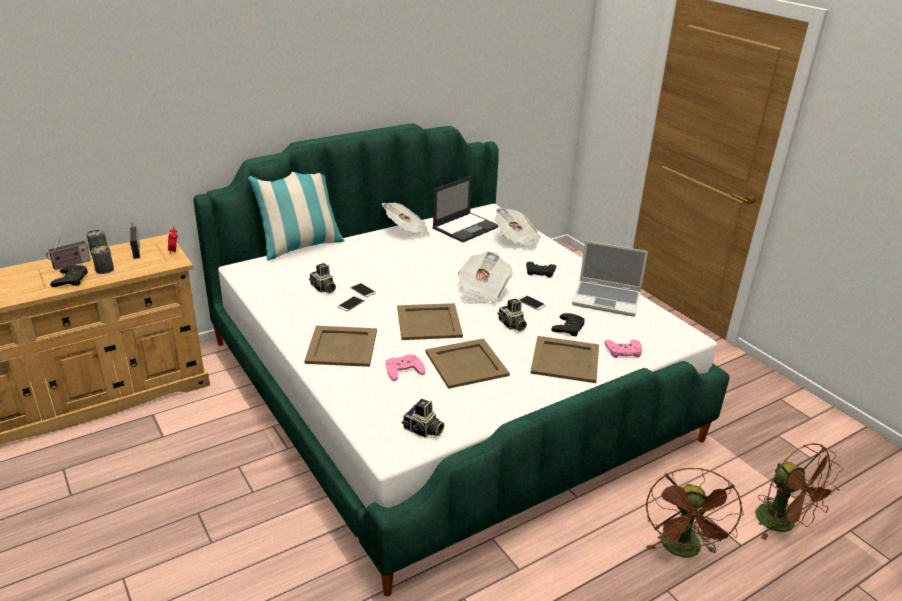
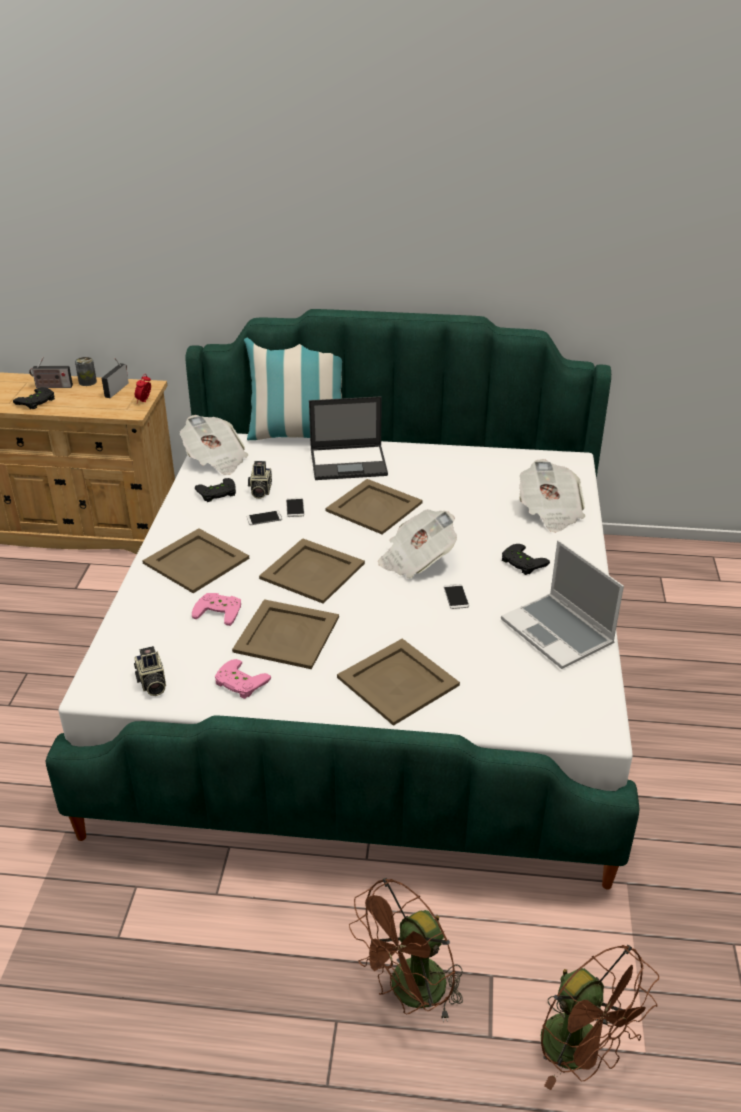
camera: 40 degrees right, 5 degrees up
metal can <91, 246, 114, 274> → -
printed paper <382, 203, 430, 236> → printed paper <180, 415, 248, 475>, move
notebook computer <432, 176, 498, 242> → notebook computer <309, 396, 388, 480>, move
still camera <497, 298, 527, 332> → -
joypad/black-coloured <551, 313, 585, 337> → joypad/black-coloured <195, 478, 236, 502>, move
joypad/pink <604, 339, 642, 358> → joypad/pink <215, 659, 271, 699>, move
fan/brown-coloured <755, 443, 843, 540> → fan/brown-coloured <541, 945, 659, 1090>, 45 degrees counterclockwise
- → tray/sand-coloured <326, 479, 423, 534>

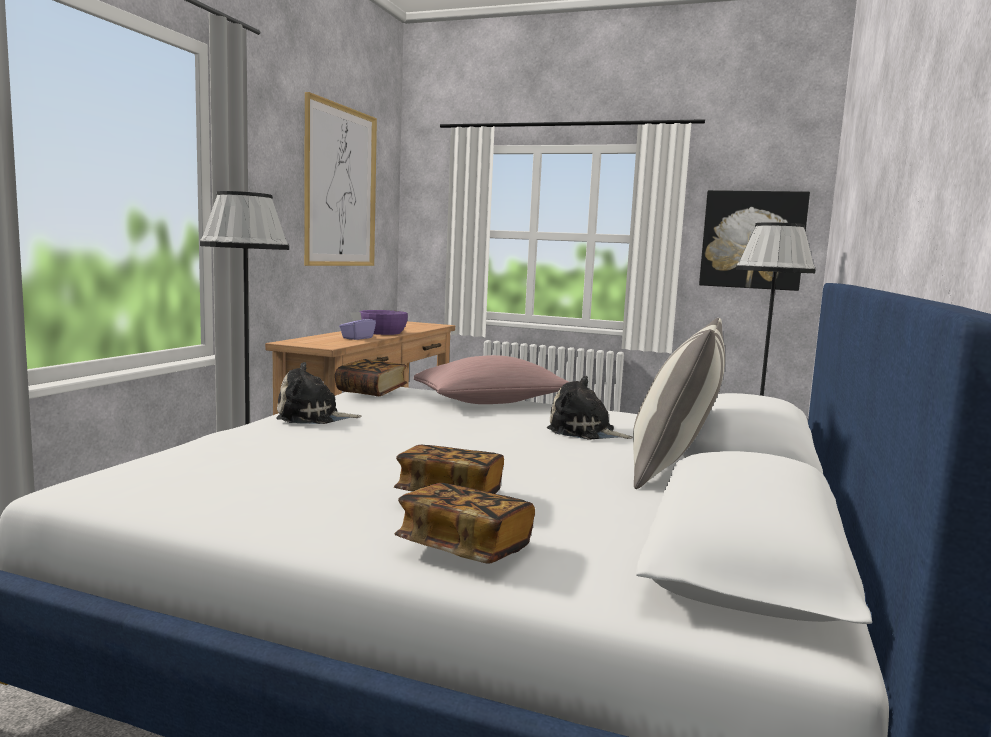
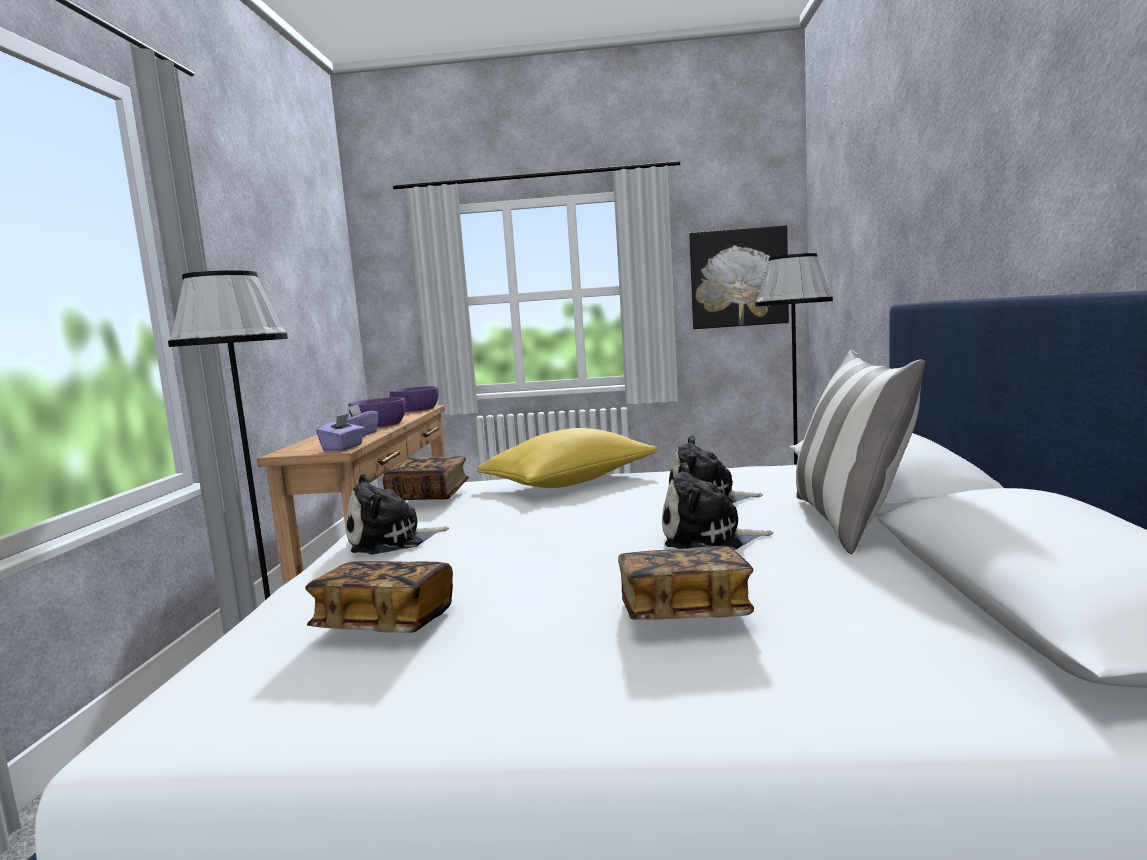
camera: 15 degrees left, 0 degrees up
wall art <304, 92, 377, 266> → -
volume <395, 483, 535, 564> → volume <305, 561, 453, 633>, move
cushion/pink <414, 355, 569, 404> → cushion/yellow-coloured <477, 428, 658, 488>
- → tissue holder/purple <316, 414, 365, 451>
- → serving bowl/purple <390, 386, 439, 412>
- → cuddly toy <662, 462, 773, 550>

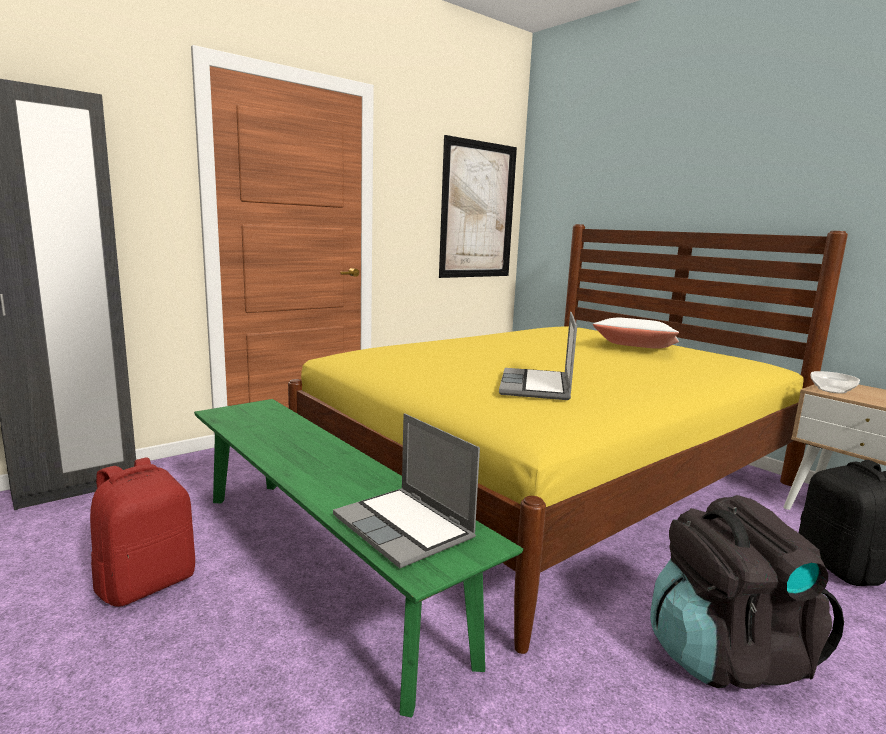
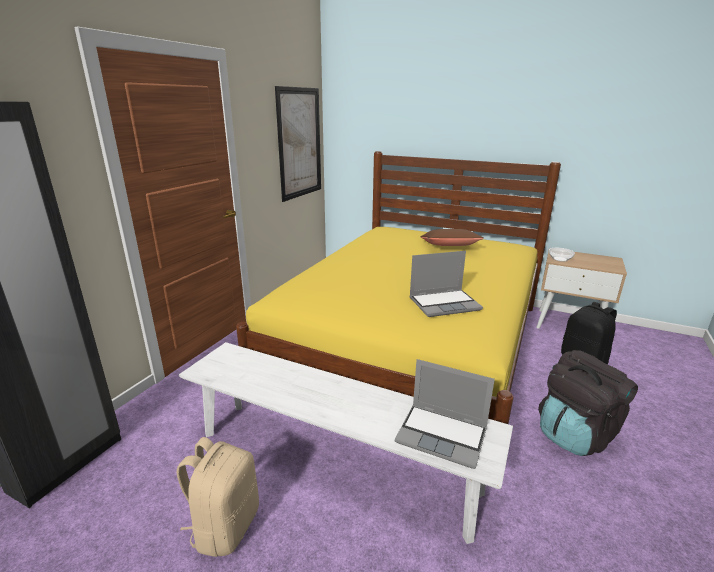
camera: 25 degrees left, 10 degrees up
knapsack/red-coloured <90, 457, 195, 607> → knapsack/sand-coloured <177, 437, 259, 557>
bench/green-coloured <194, 399, 523, 718> → bench/whitish <179, 342, 513, 544>
notebook computer <499, 312, 577, 400> → notebook computer <409, 251, 483, 317>, 90 degrees counterclockwise
cushion/whitish <593, 318, 679, 349> → cushion/brown-coloured <421, 229, 484, 246>

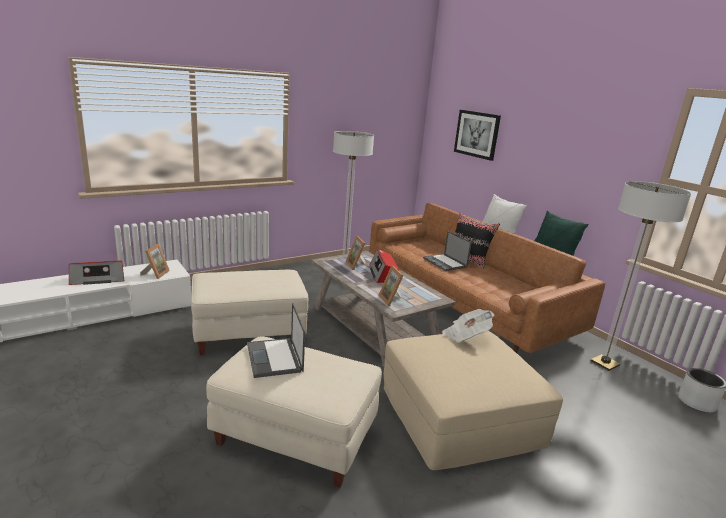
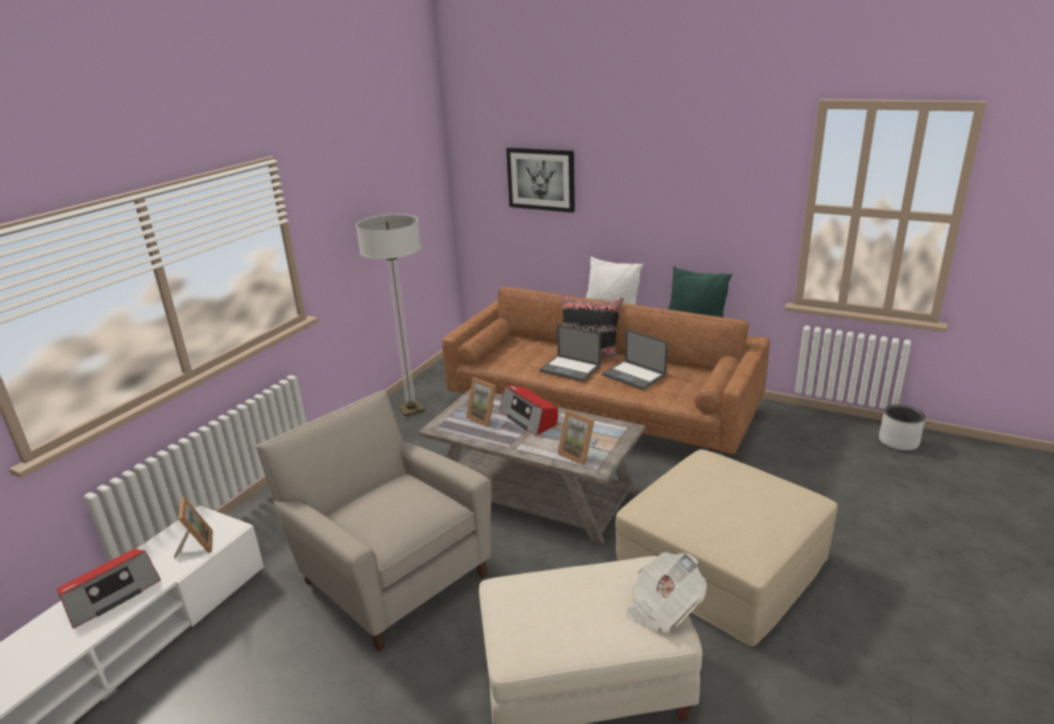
camera: 25 degrees left, 5 degrees up
footrest/sand-coloured <191, 270, 308, 355> → easy chair/sand-coloured <256, 391, 492, 651>
notebook computer <247, 303, 305, 378> → notebook computer <602, 329, 668, 390>, move
printed paper <442, 309, 495, 343> → printed paper <626, 552, 707, 633>, move
standing lamp <591, 181, 692, 371> → -

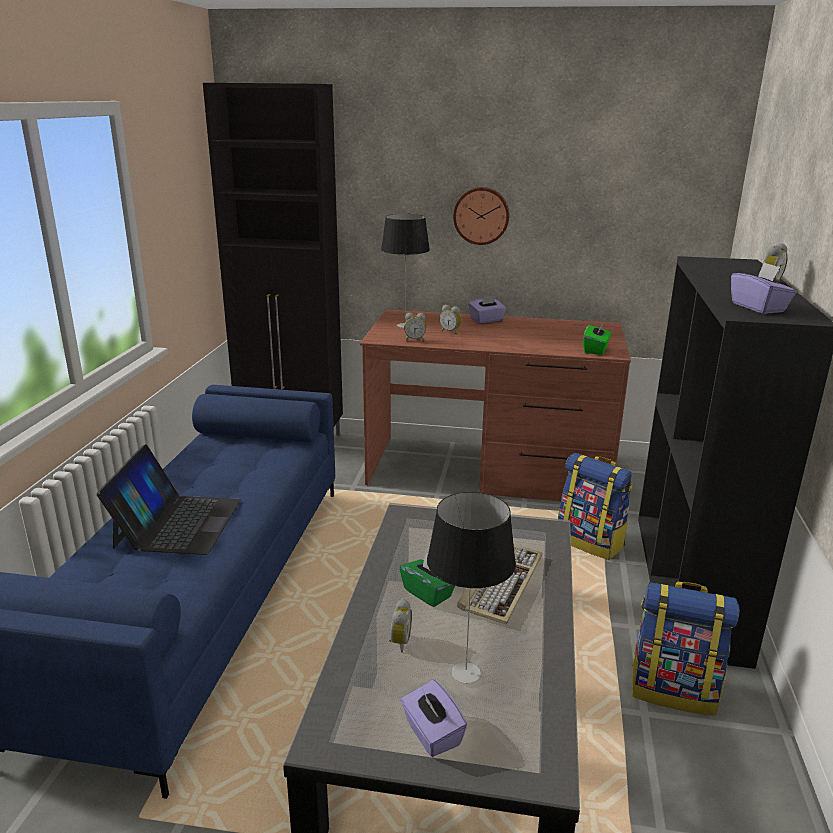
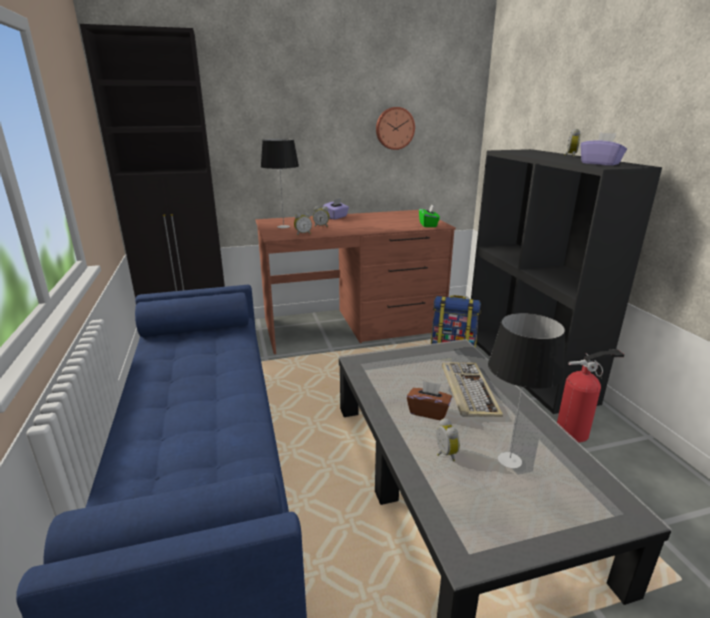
camera: 25 degrees left, 0 degrees up
notebook computer <96, 444, 241, 555> → -
tissue holder/green-coloured <400, 553, 455, 607> → tissue holder/brown-coloured <407, 380, 452, 420>
tissue holder/purple <401, 680, 467, 757> → -
wall clock <453, 187, 509, 245> → wall clock <376, 107, 415, 150>, move
knapsack <632, 582, 740, 716> → fire-fighting cylinder <557, 349, 624, 442>

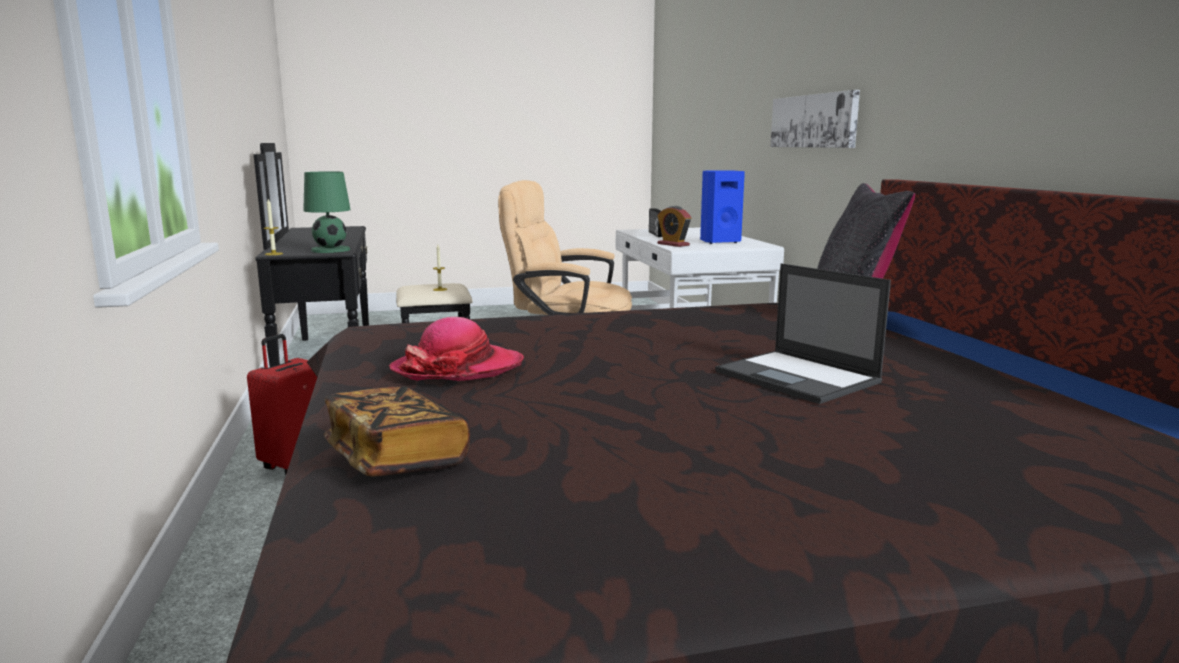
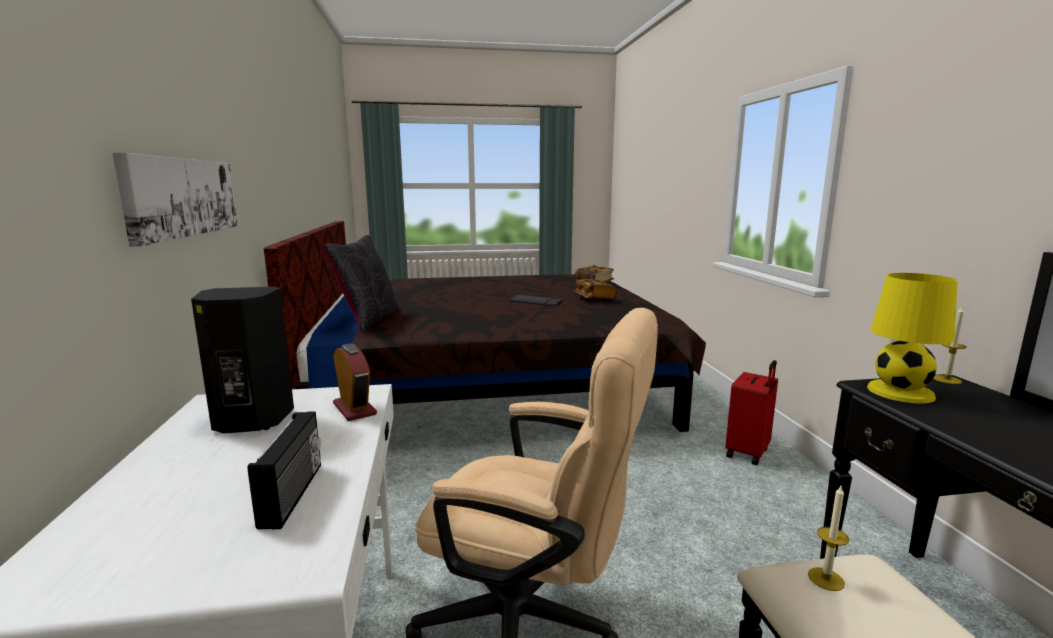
camera: 175 degrees left, 0 degrees up
table lamp/green-coloured <303, 171, 351, 253> → table lamp/yellow-coloured <867, 273, 958, 403>
hat <389, 317, 524, 381> → volume <574, 279, 617, 301>
loudspeaker/blue-coloured <700, 170, 745, 244> → loudspeaker/black-coloured <191, 287, 294, 433>
notebook computer <715, 263, 891, 404> → -
- → PC keyboard <509, 294, 563, 306>

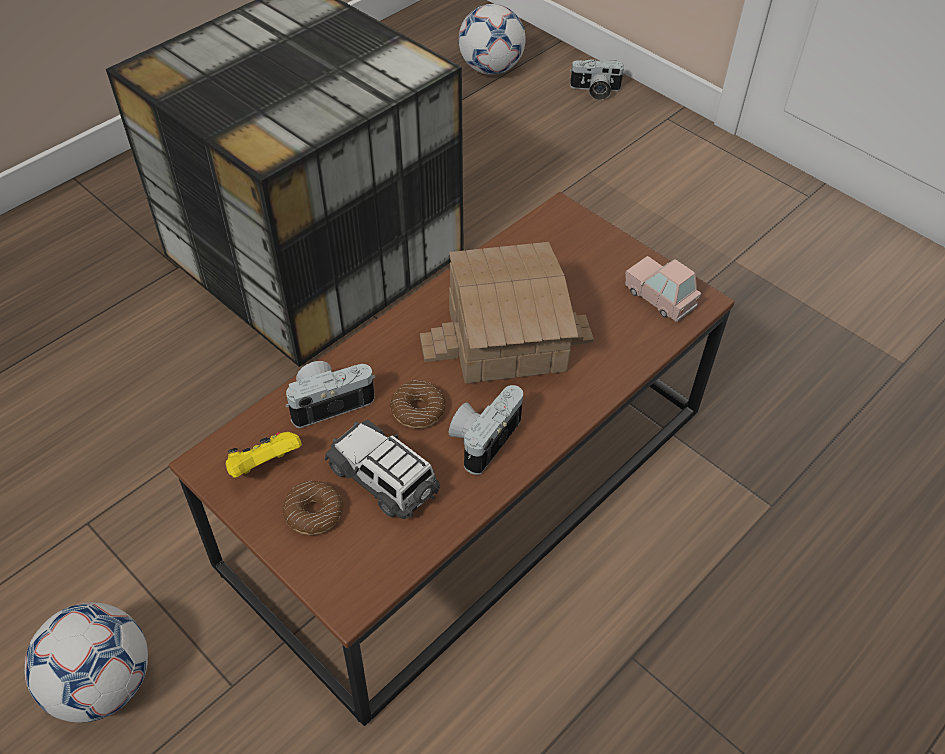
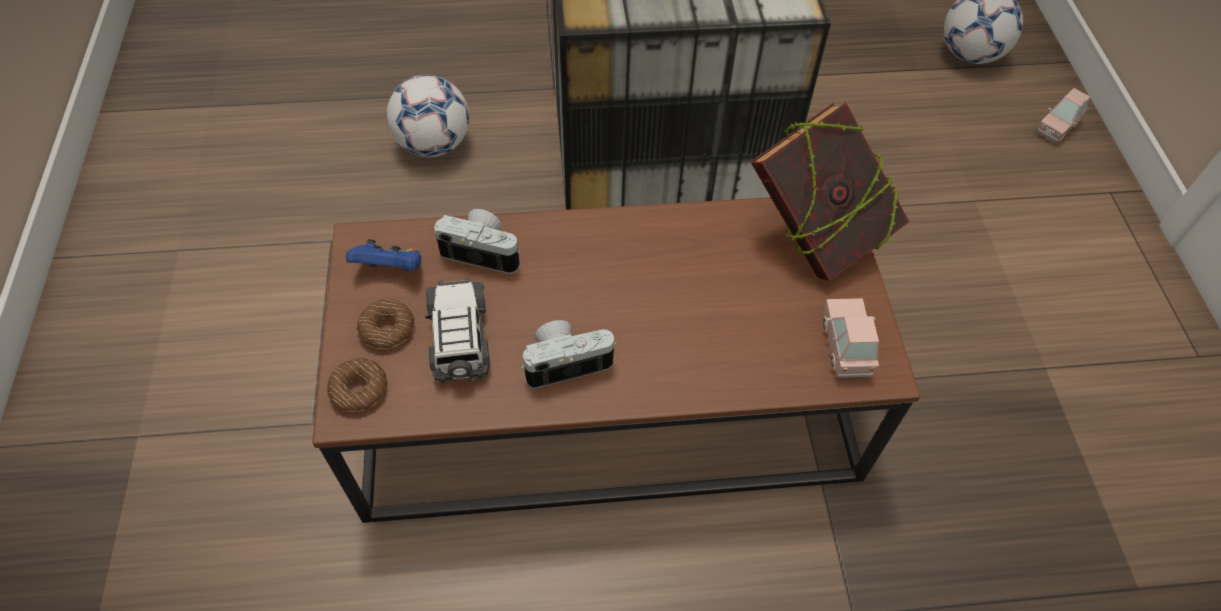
camera: 40 degrees right, 5 degrees up
football <25, 602, 148, 723> → football <387, 75, 469, 157>, move
joypad/yellow-coloured <226, 432, 302, 478> → joypad/blue-coloured <346, 239, 421, 271>
doughnut <390, 380, 445, 428> → doughnut <327, 358, 387, 412>, move
toy house <420, 242, 594, 384> → -
still camera <570, 59, 625, 100> → model car/pink <1037, 88, 1090, 143>
- → volume <751, 103, 909, 281>

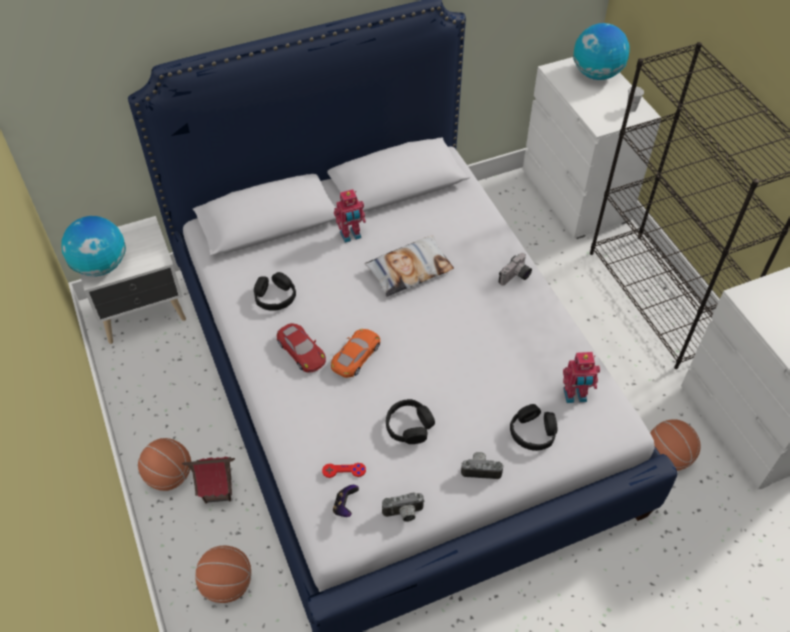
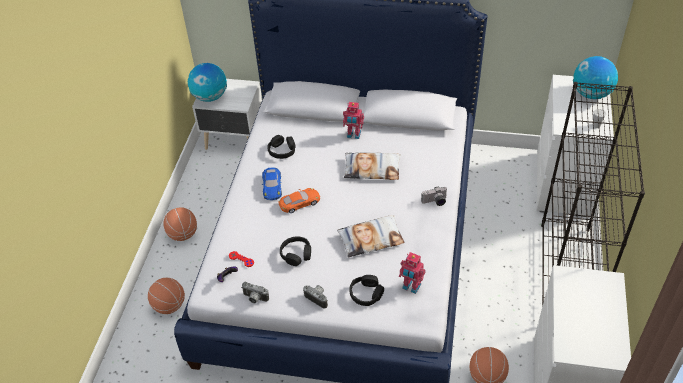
camera: 35 degrees right, 5 degrees down
toy house <182, 457, 235, 504> → -
model car/red-coloured <277, 323, 326, 373> → model car/blue-coloured <262, 167, 282, 200>
- → cushion <337, 215, 404, 258>

